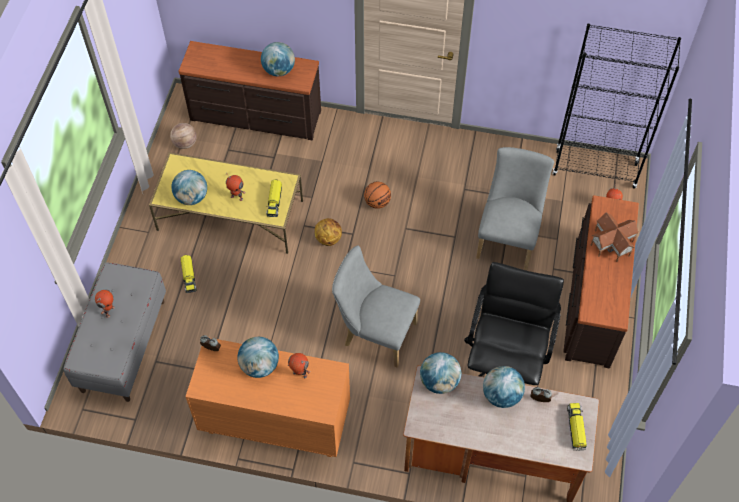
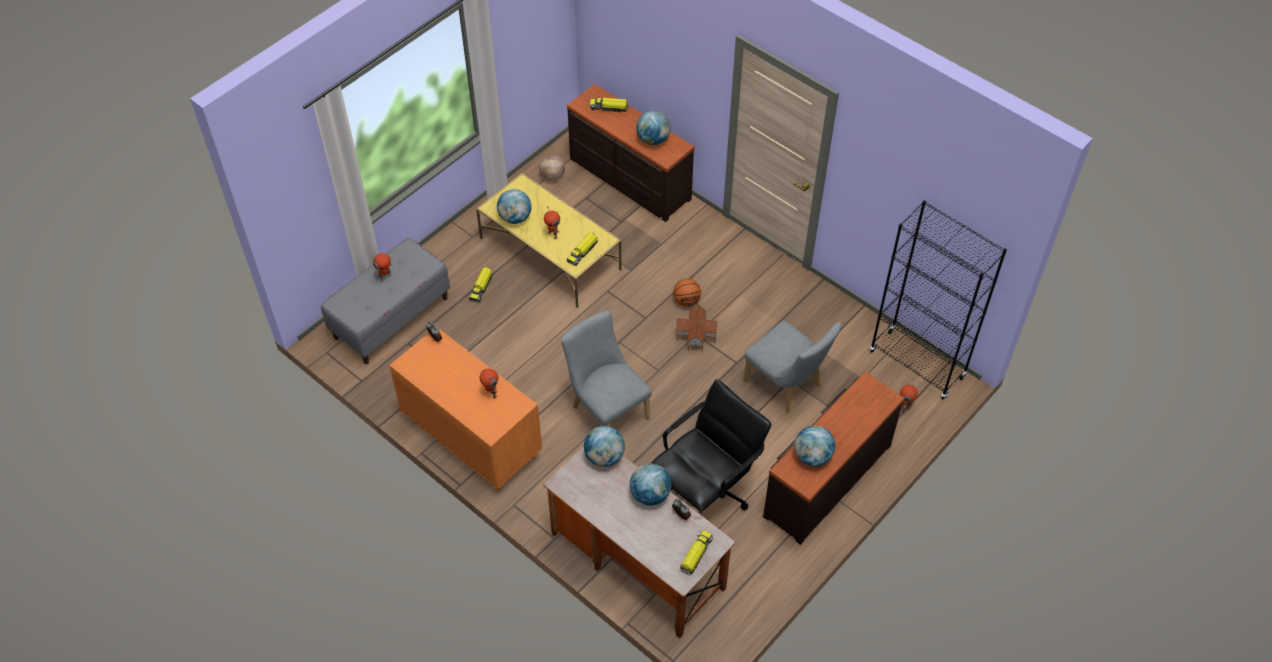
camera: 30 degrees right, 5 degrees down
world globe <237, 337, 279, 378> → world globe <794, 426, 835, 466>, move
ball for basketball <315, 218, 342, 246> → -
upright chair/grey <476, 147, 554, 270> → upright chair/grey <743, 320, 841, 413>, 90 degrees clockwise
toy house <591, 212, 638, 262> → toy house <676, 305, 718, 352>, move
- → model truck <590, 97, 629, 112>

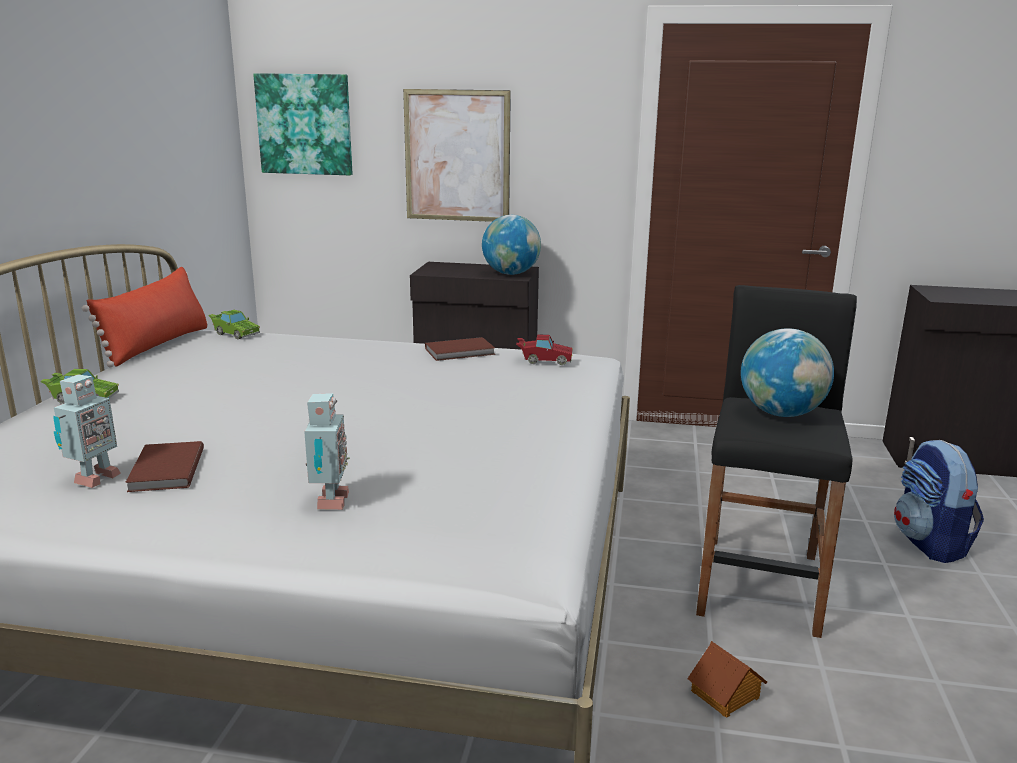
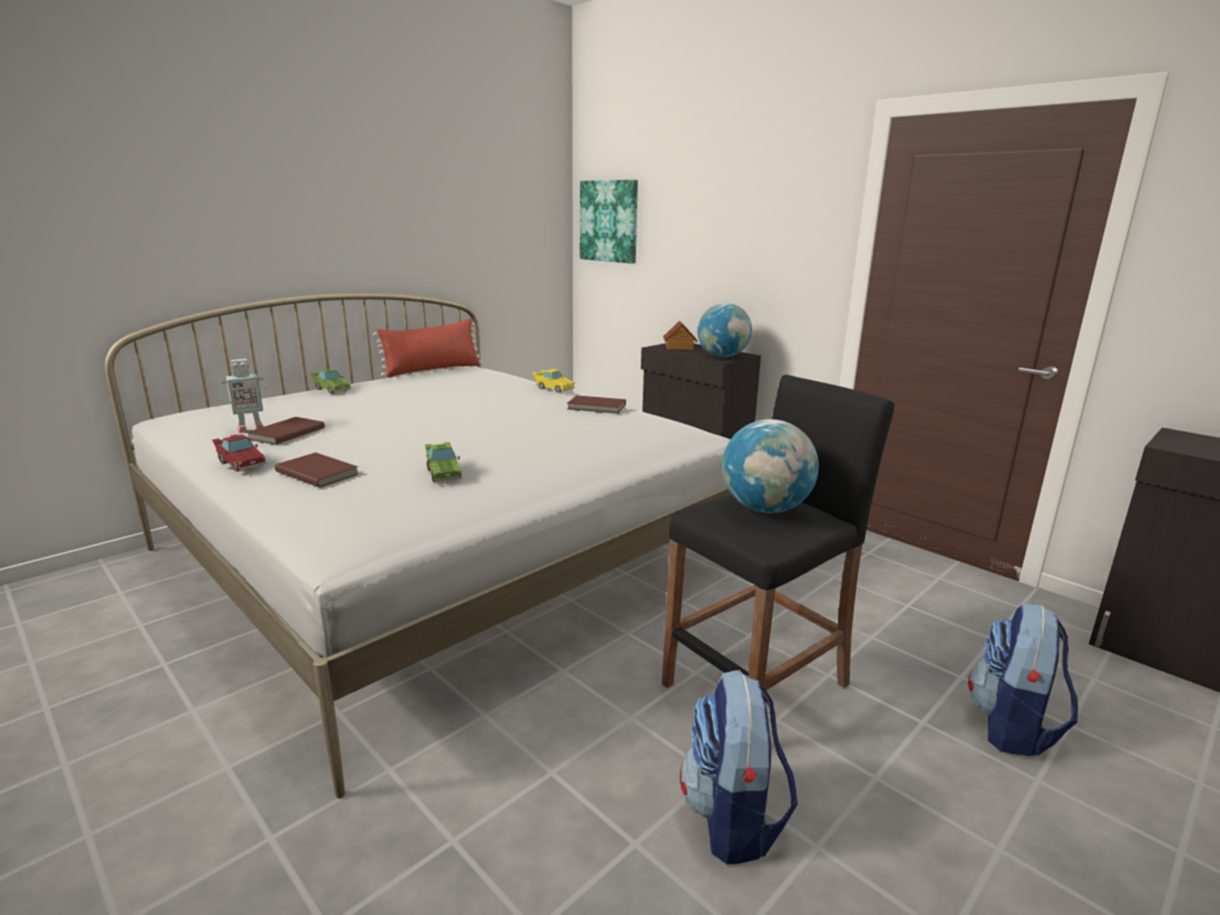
camera: 35 degrees right, 0 degrees up
model car/green-coloured <208, 310, 260, 339> → model car/green-coloured <425, 442, 462, 482>, move
model robot <304, 393, 350, 510> → volume/brown-coloured <275, 452, 358, 488>
wall art <403, 89, 511, 222> → -
model car/red-coloured <516, 334, 573, 365> → model car/red-coloured <212, 434, 266, 472>, move
toy house <687, 641, 767, 718> → toy house <663, 321, 698, 350>, move
- → model car/yellow-coloured <532, 369, 575, 393>
- → knapsack <680, 670, 798, 865>

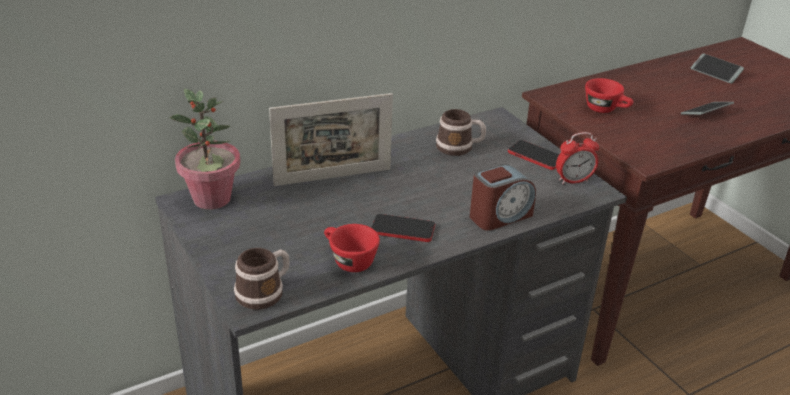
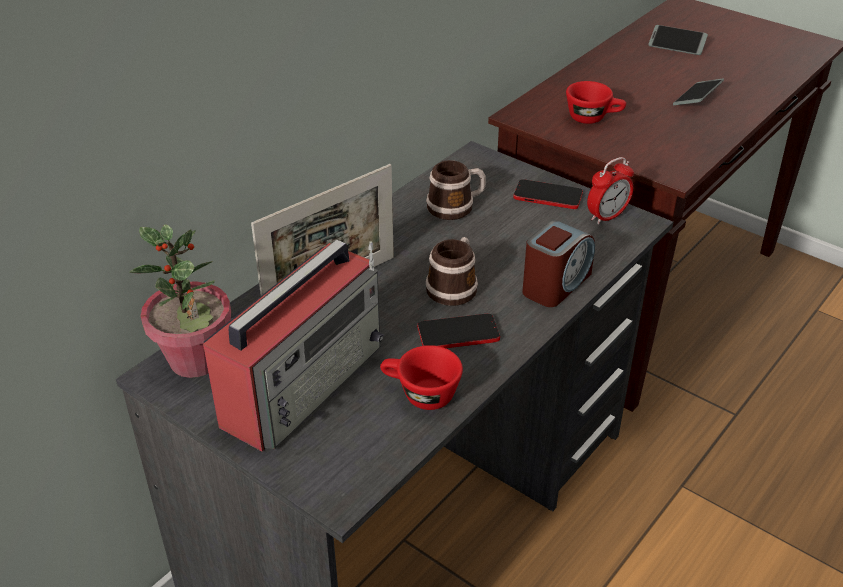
camera: 20 degrees left, 5 degrees up
tea mug <234, 248, 290, 309> → tea mug <426, 237, 478, 306>, move
- → radio set <203, 239, 384, 451>

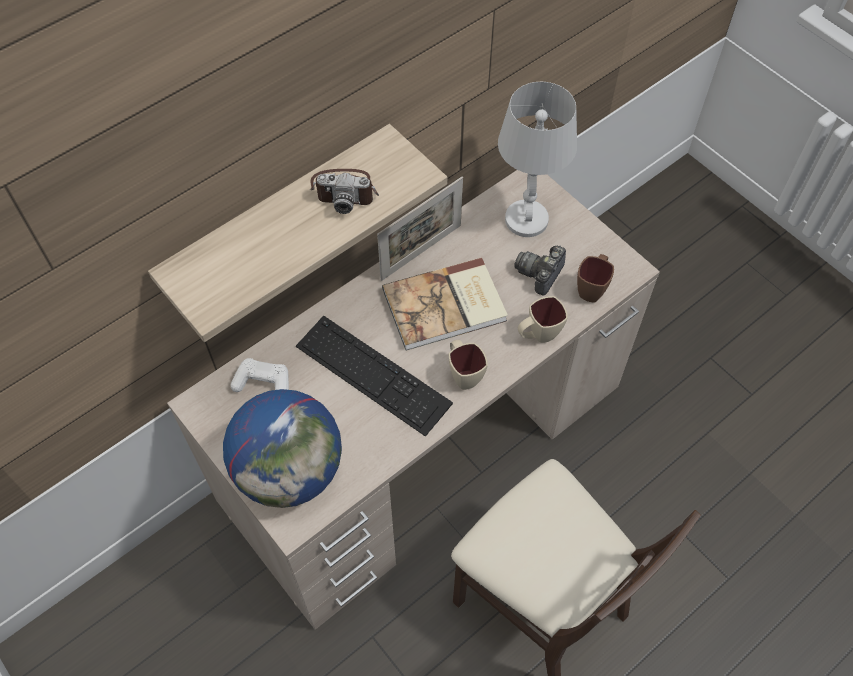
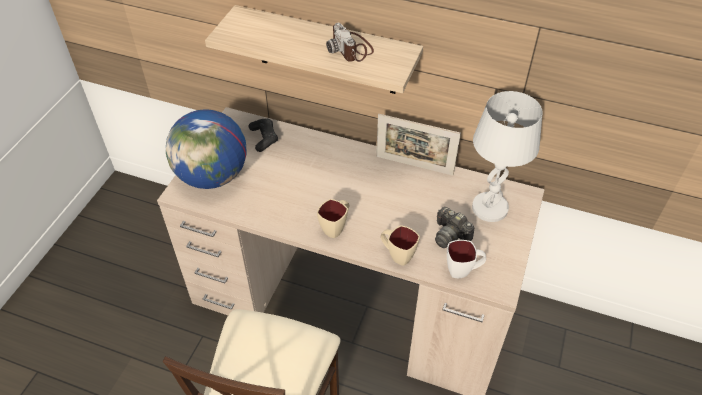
camera: 60 degrees right, 10 degrees down
joypad/whitish <230, 358, 289, 392> → joypad/black-coloured <249, 118, 278, 152>
PC keyboard <296, 315, 453, 437> → -
volume <382, 257, 508, 351> → -
still camera <514, 245, 566, 295> → still camera <435, 207, 475, 248>, 135 degrees counterclockwise
tea mug/brown-coloured <577, 254, 614, 302> → tea mug/whitish <447, 240, 486, 278>

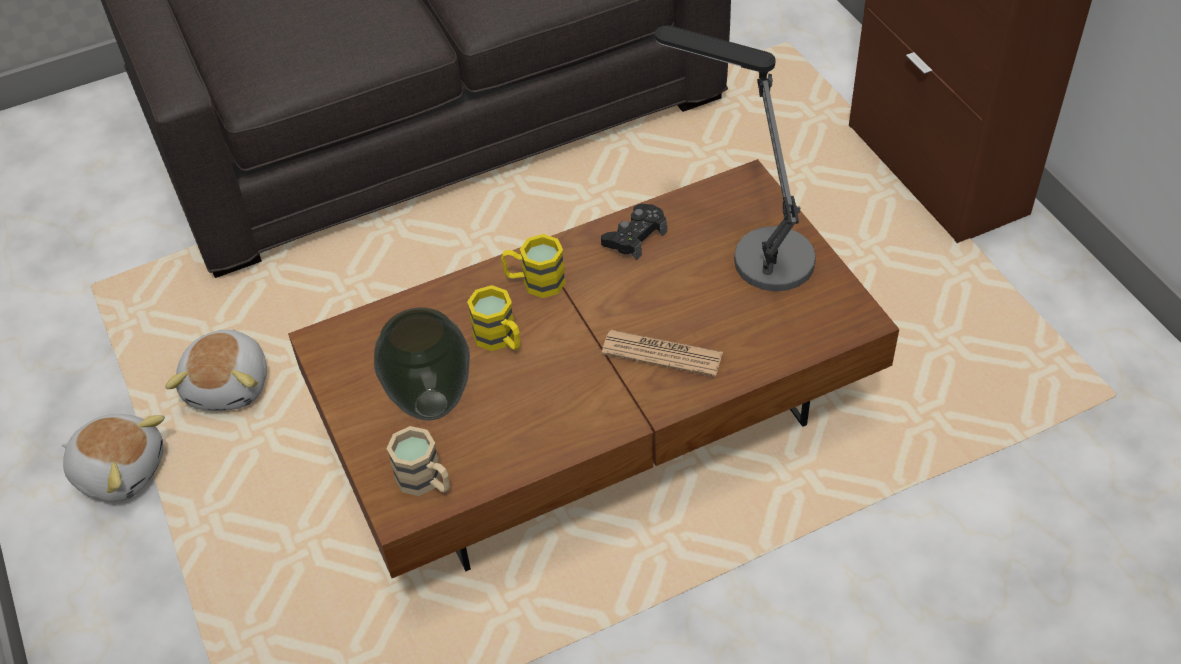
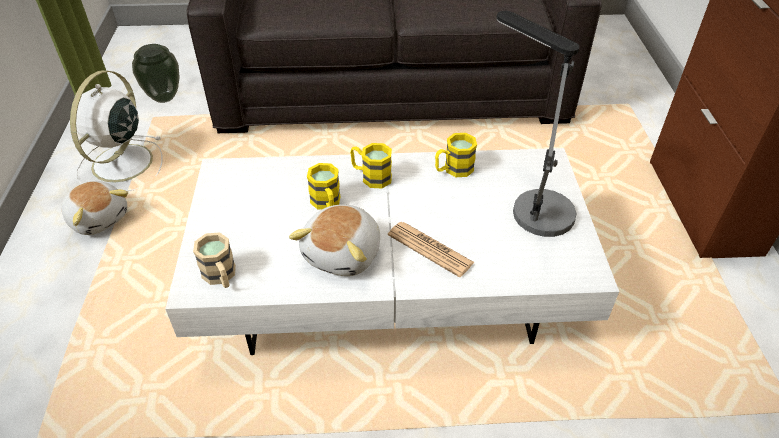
camera: 20 degrees right, 5 degrees down
cuddly toy <165, 329, 267, 411> → cuddly toy <289, 205, 380, 276>, move
low table/brown-coloured <288, 159, 899, 578> → low table/whitish <165, 148, 619, 355>
vase <374, 308, 470, 421> → vase <132, 44, 180, 103>, move
joypad/black-coloured <601, 204, 667, 260> → tea mug/yellow-coloured <435, 133, 477, 177>
- → fan/whitish <70, 70, 163, 191>

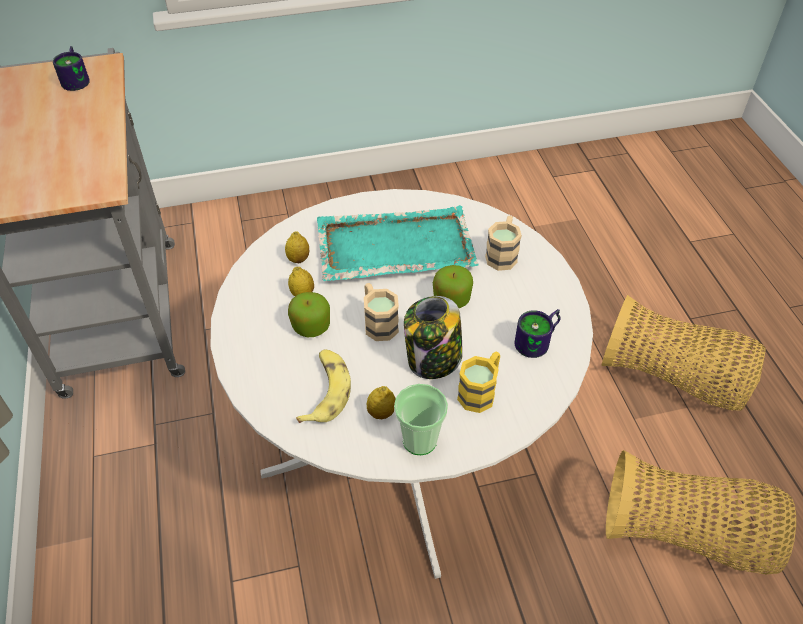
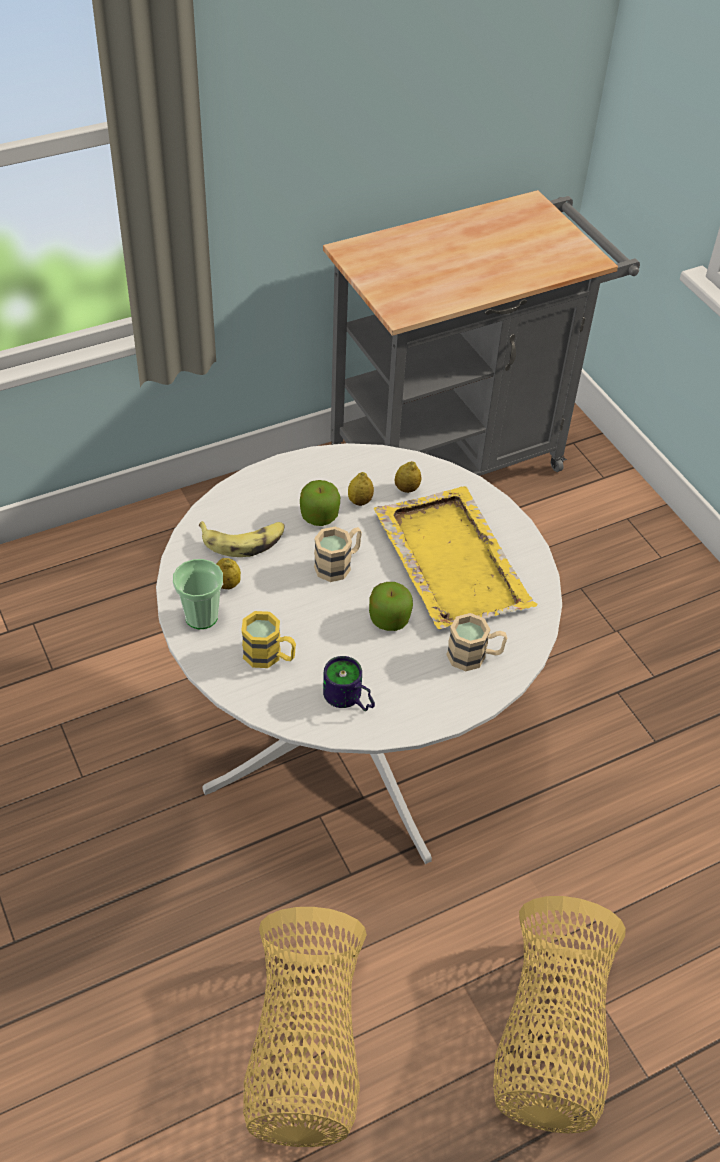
camera: 75 degrees right, 0 degrees up
tea mug <53, 46, 90, 91> → -
tray/turquoise <317, 205, 478, 281> → tray/yellow-coloured <374, 486, 537, 629>
preserve jar <404, 296, 463, 379> → -

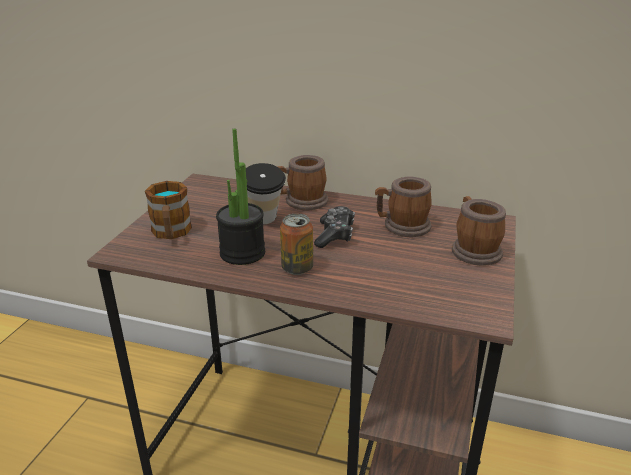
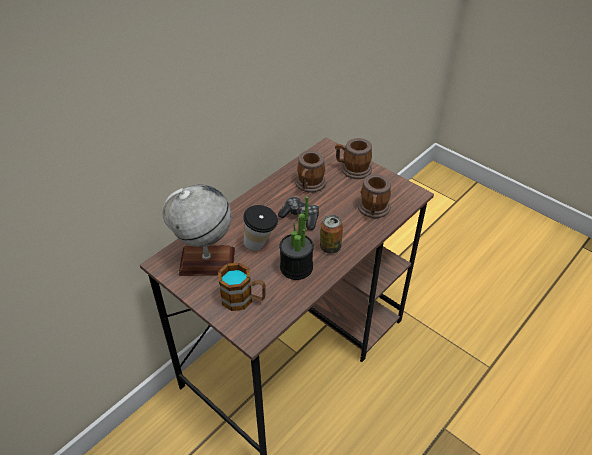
camera: 65 degrees left, 15 degrees up
tea mug <277, 155, 329, 211> → tea mug <358, 174, 391, 218>, move
- → world globe <163, 184, 235, 276>

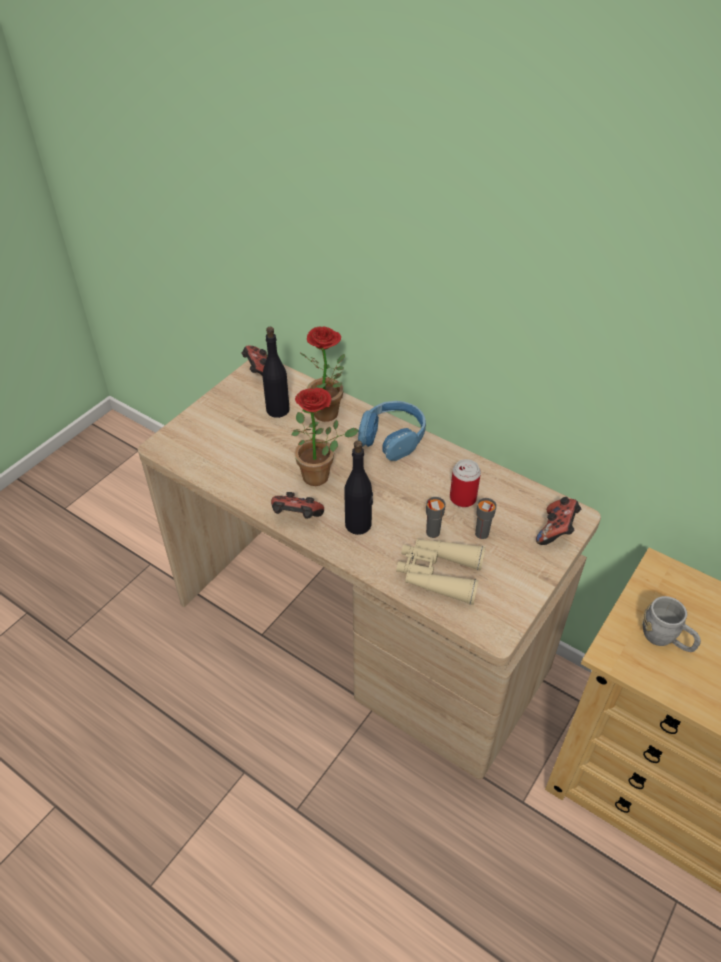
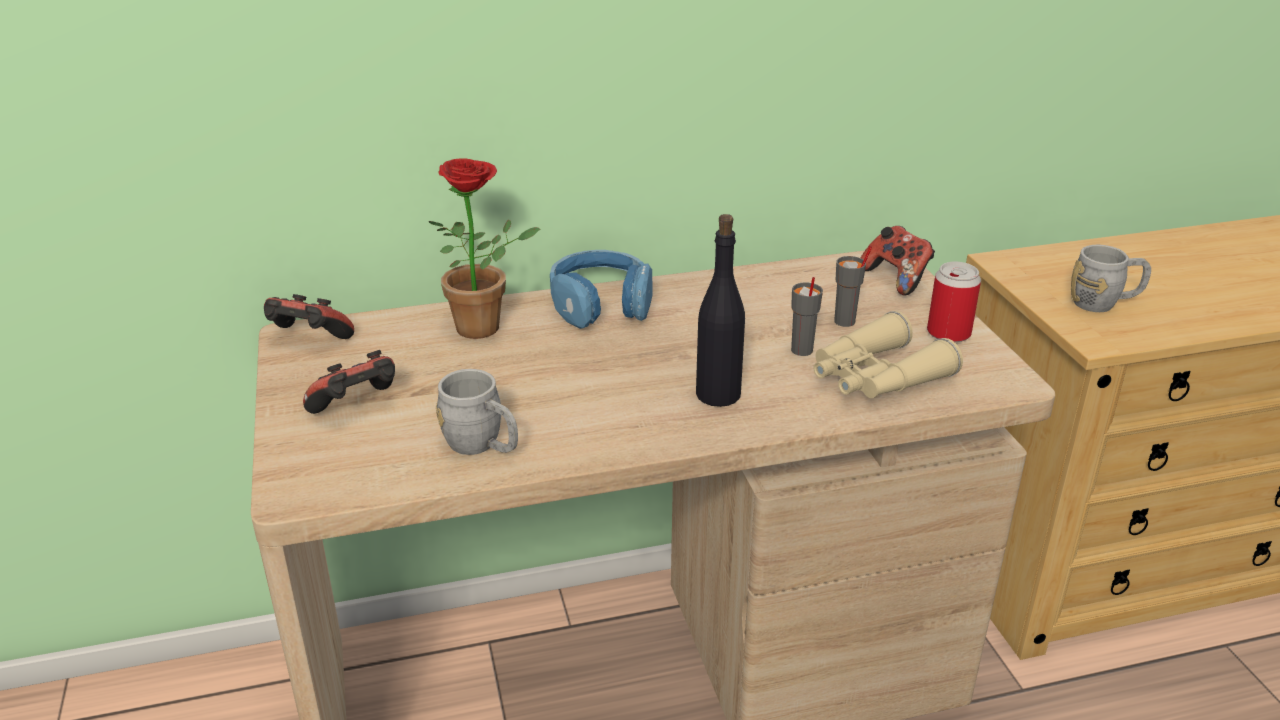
camera: 50 degrees left, 15 degrees down
beverage bottle/black-coloured <263, 327, 289, 418> → -
joypad <271, 492, 324, 519> → joypad <303, 350, 395, 414>, move
potted plant <292, 388, 359, 486> → -
metal can <450, 459, 481, 507> → metal can <927, 262, 981, 342>, move
- → tea mug/grey <436, 369, 518, 455>

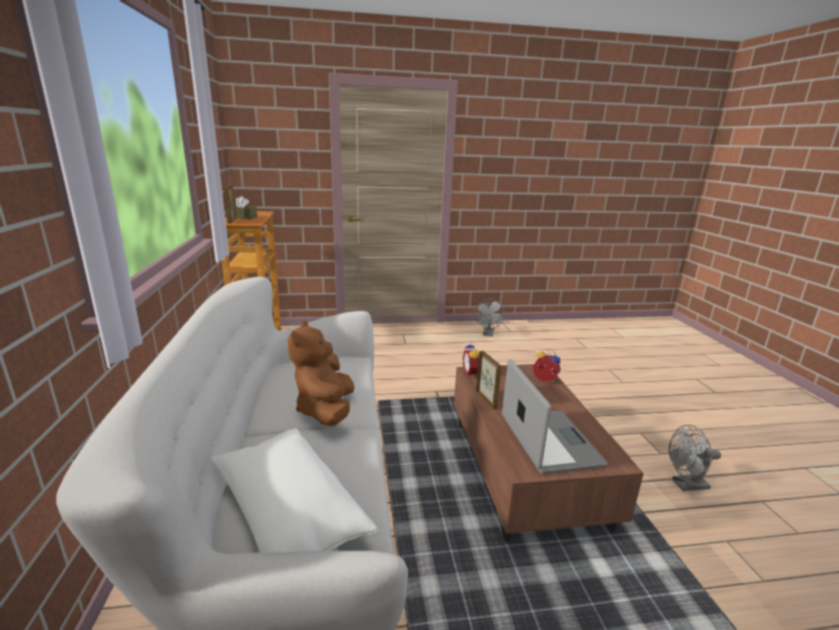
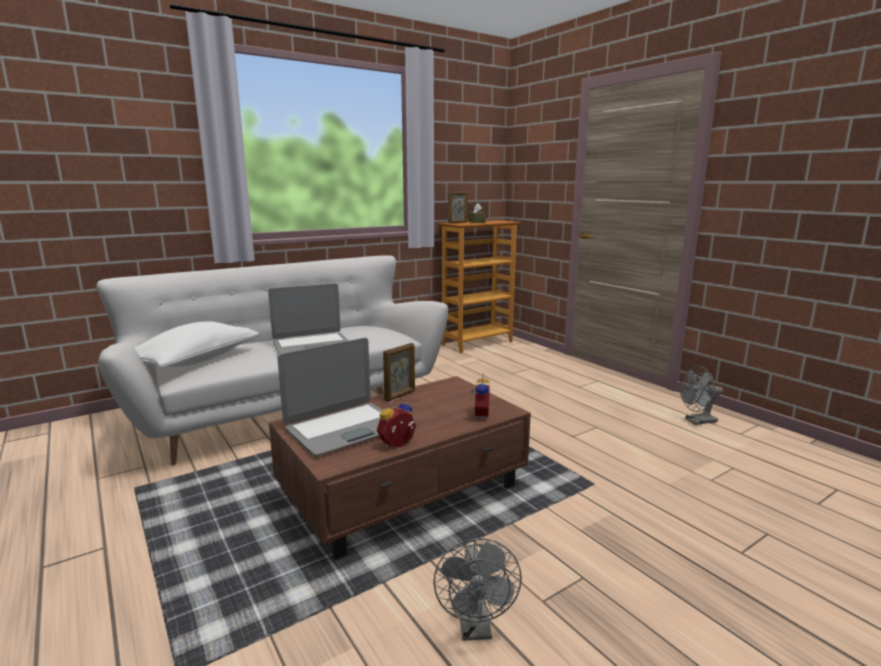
camera: 65 degrees right, 5 degrees down
cuddly toy/brown-coloured <288, 321, 354, 426> → notebook computer <268, 284, 349, 354>
bedside clock <463, 342, 479, 377> → bedside clock <377, 398, 416, 448>, move
fan/grey <668, 425, 721, 491> → fan/grey <433, 538, 522, 641>, 150 degrees counterclockwise

